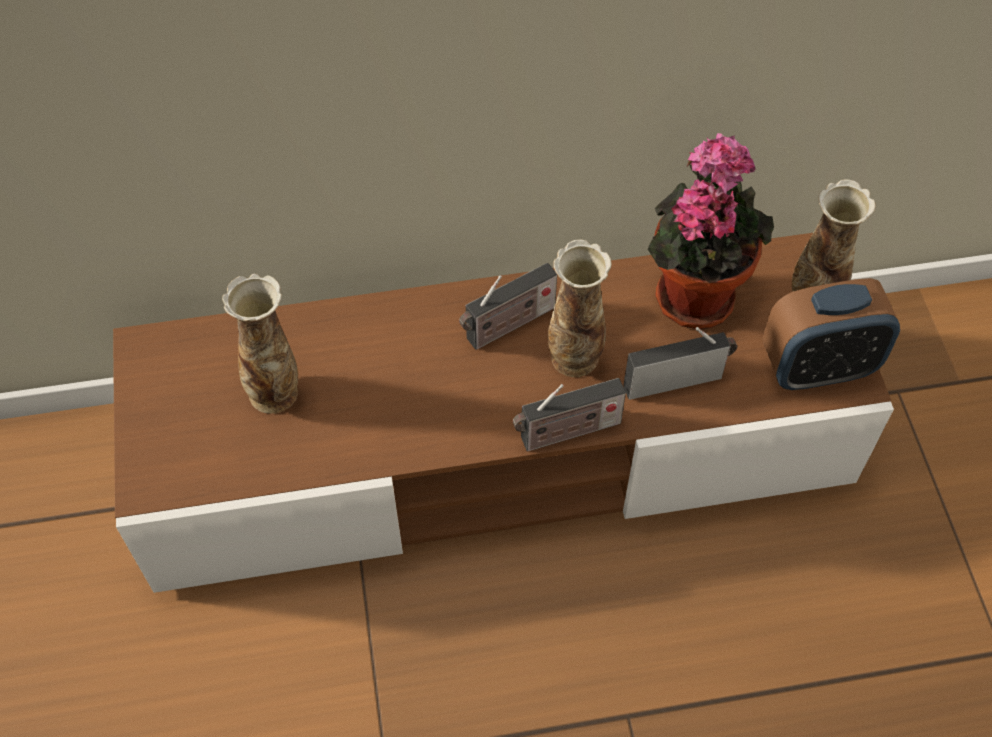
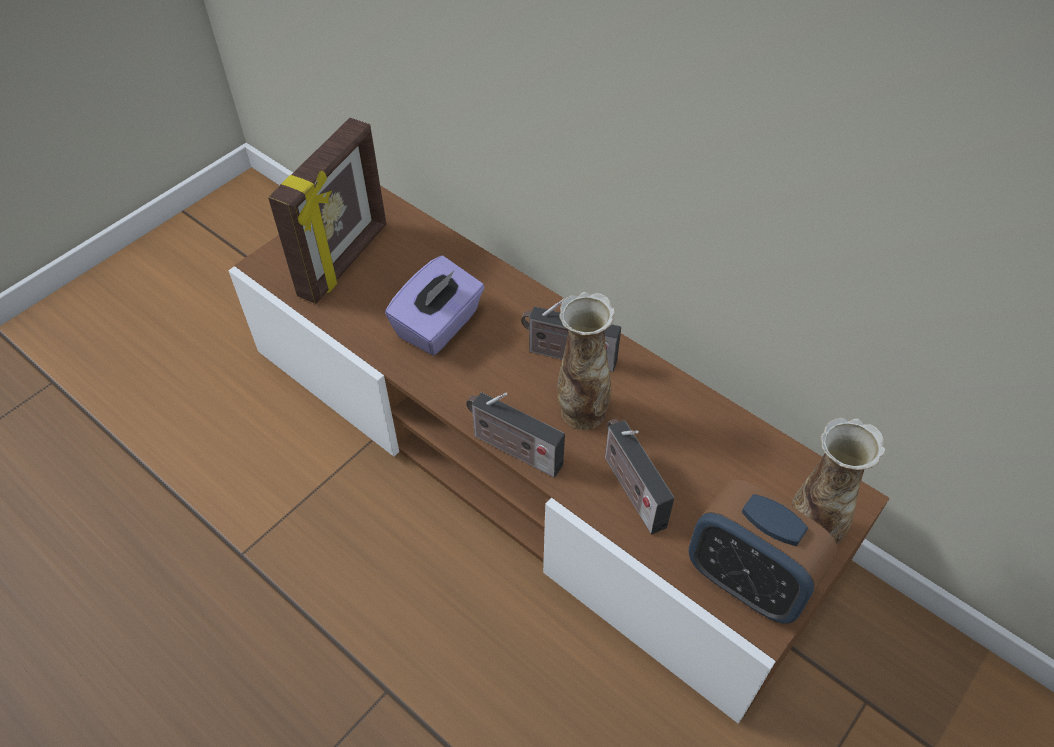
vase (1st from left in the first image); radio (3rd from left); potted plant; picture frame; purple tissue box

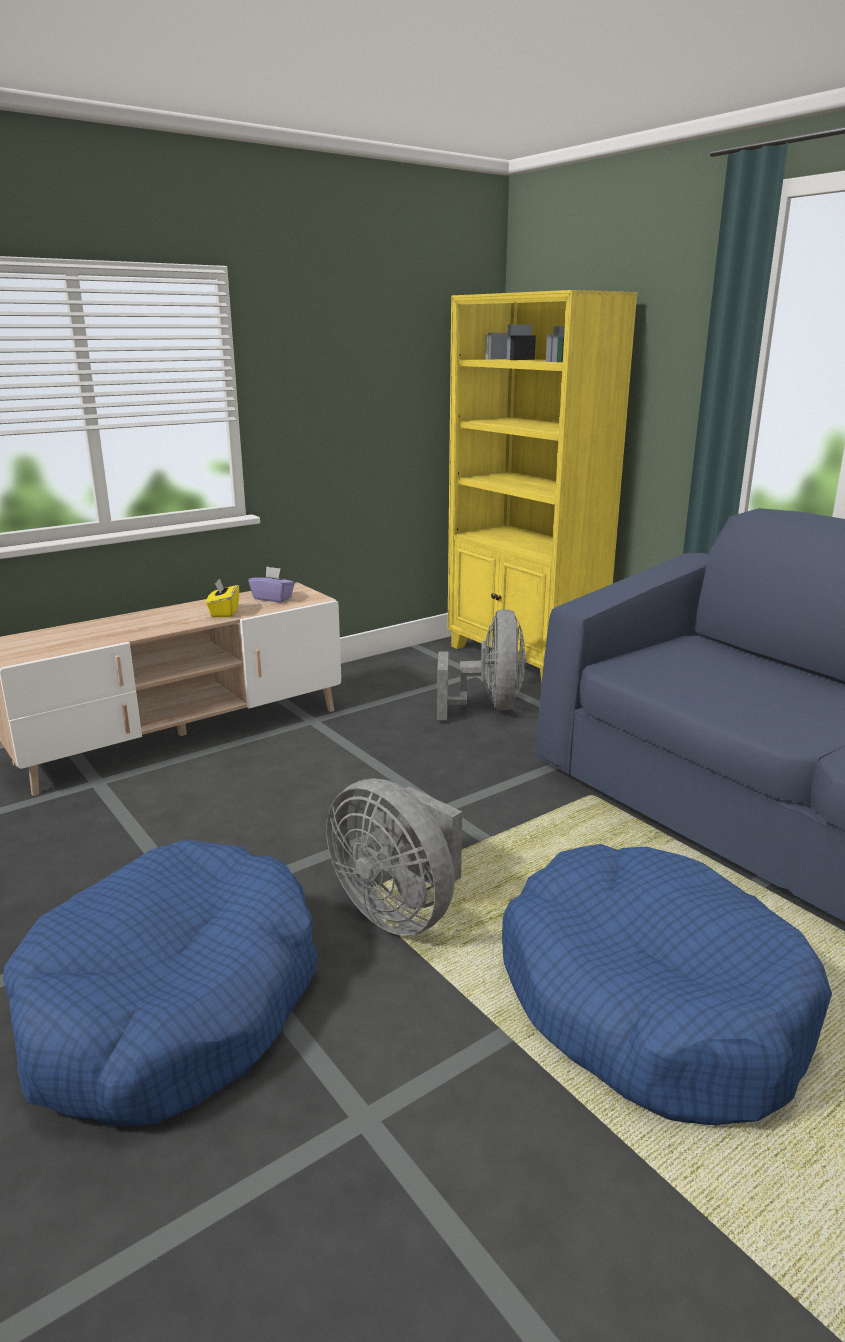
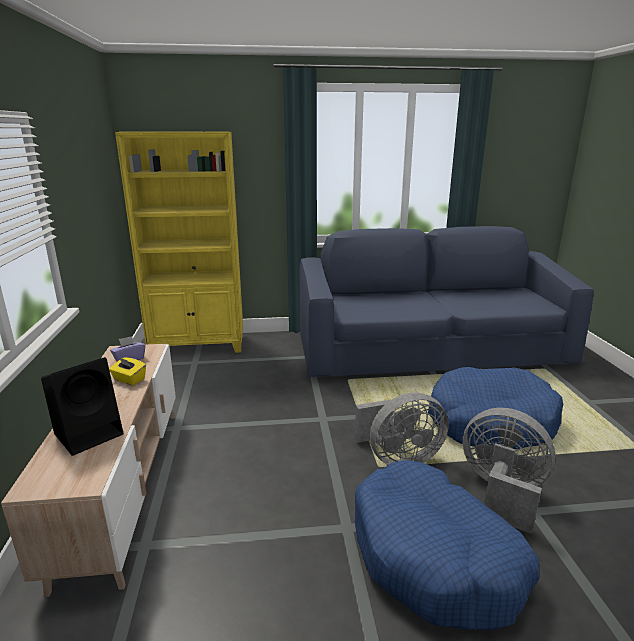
grey fan (2nd from left); black speaker

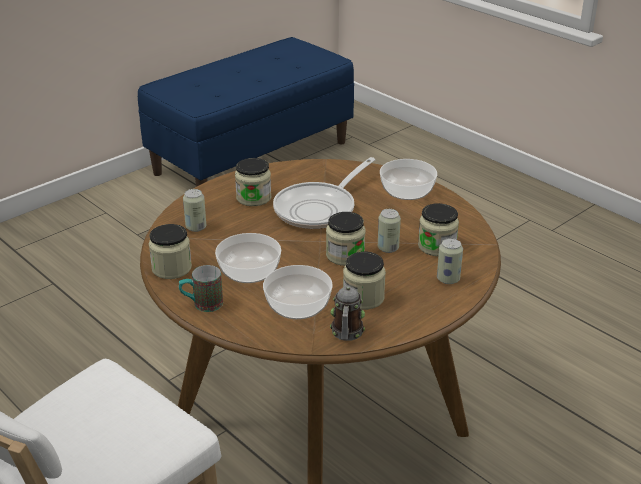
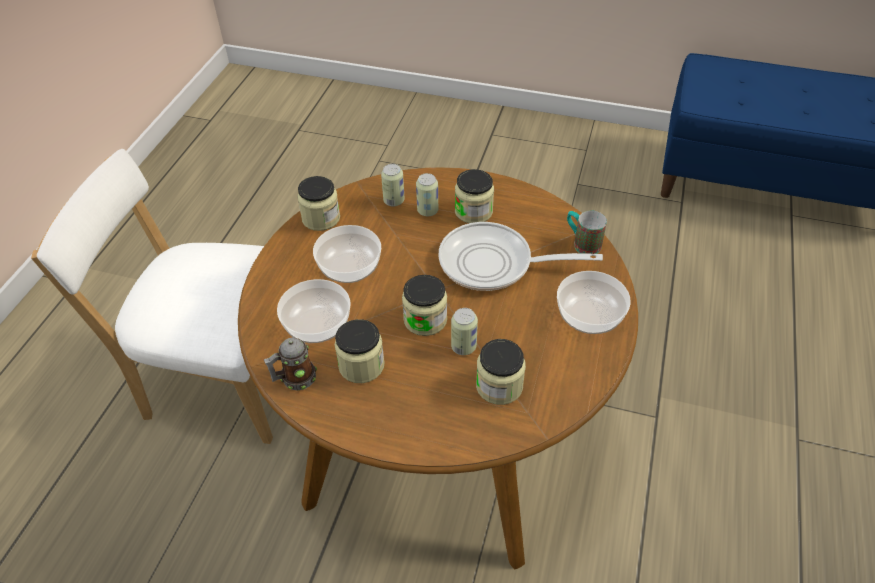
mug (2nd from left); can (2nd from left)

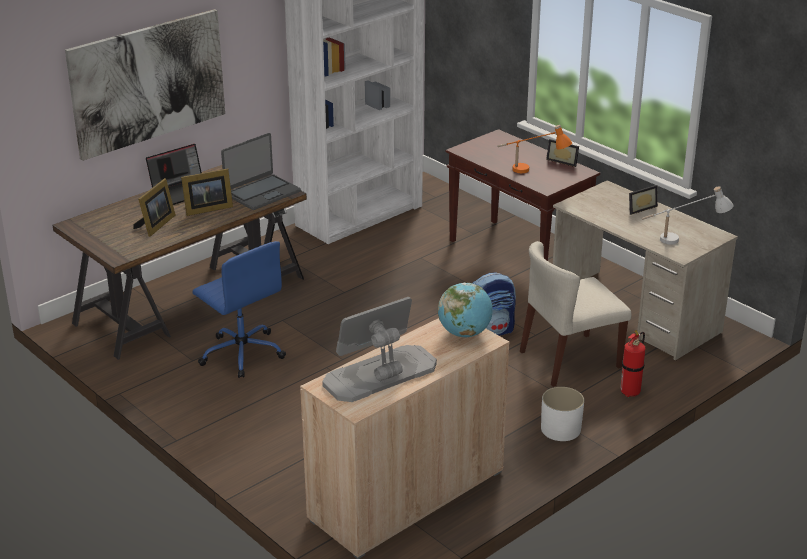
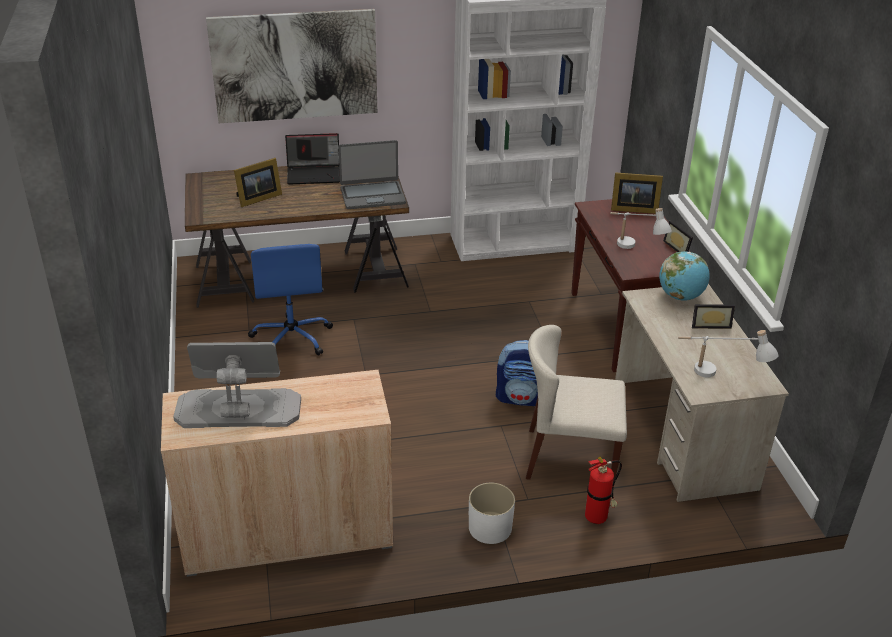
picture frame (2nd from left); globe; white table lamp (1st from left)

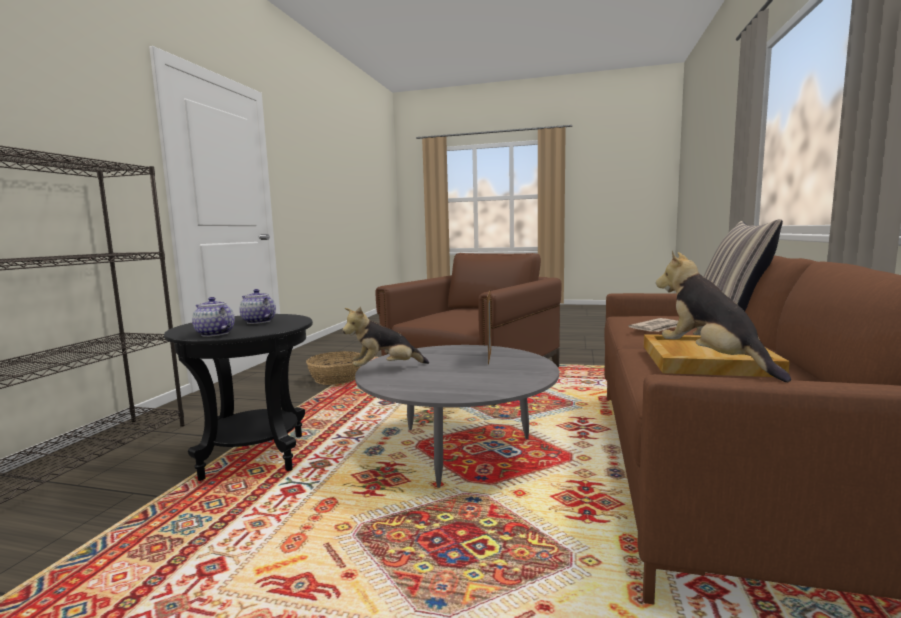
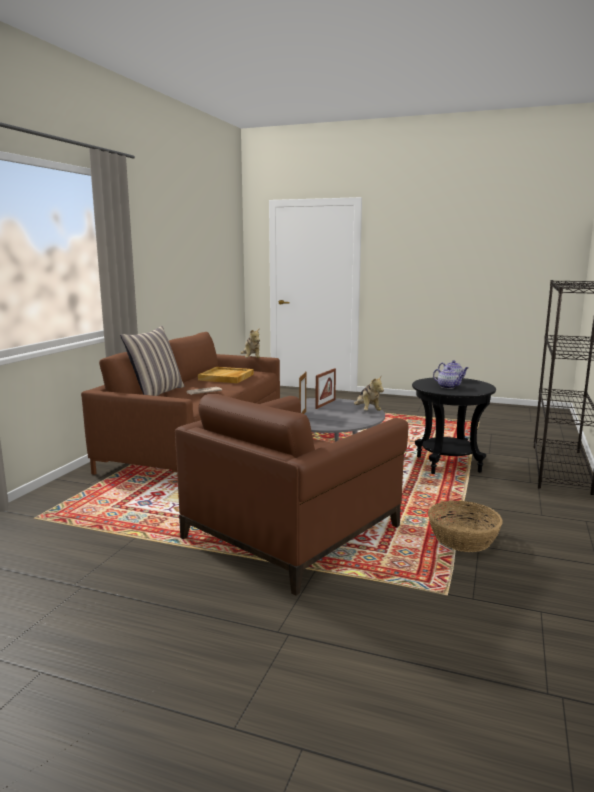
plush toy (2nd from left); picture frame (2nd from left)

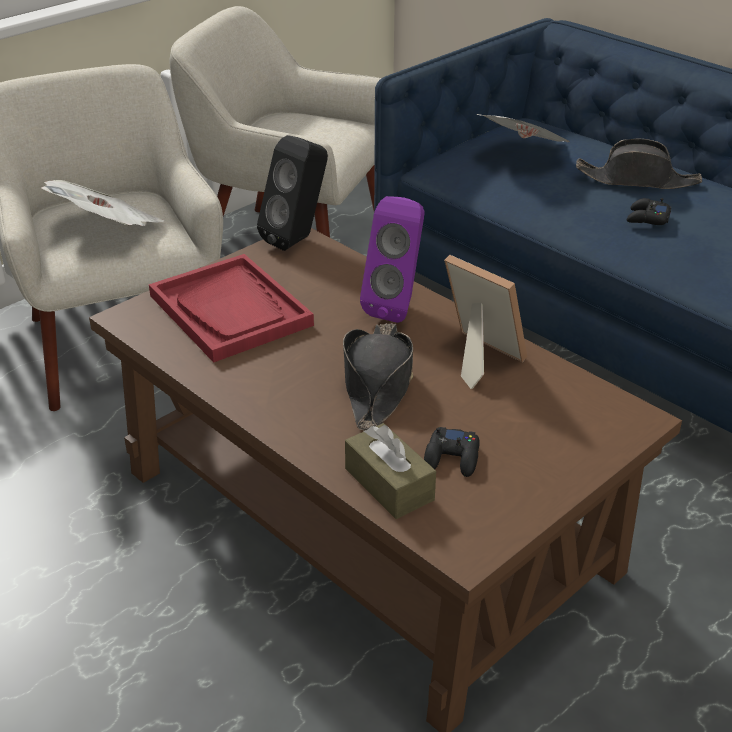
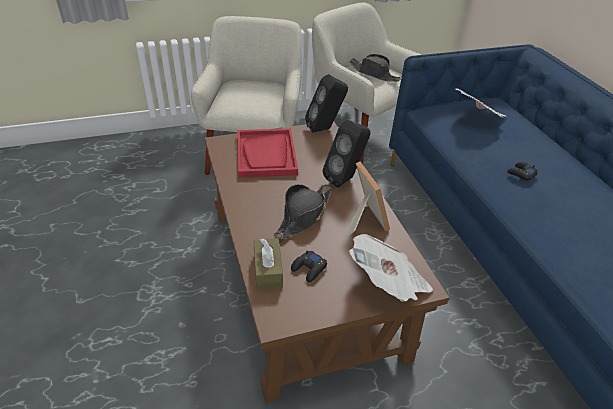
newspaper (1st from left); black speaker (2nd from left); black hat (2nd from left)

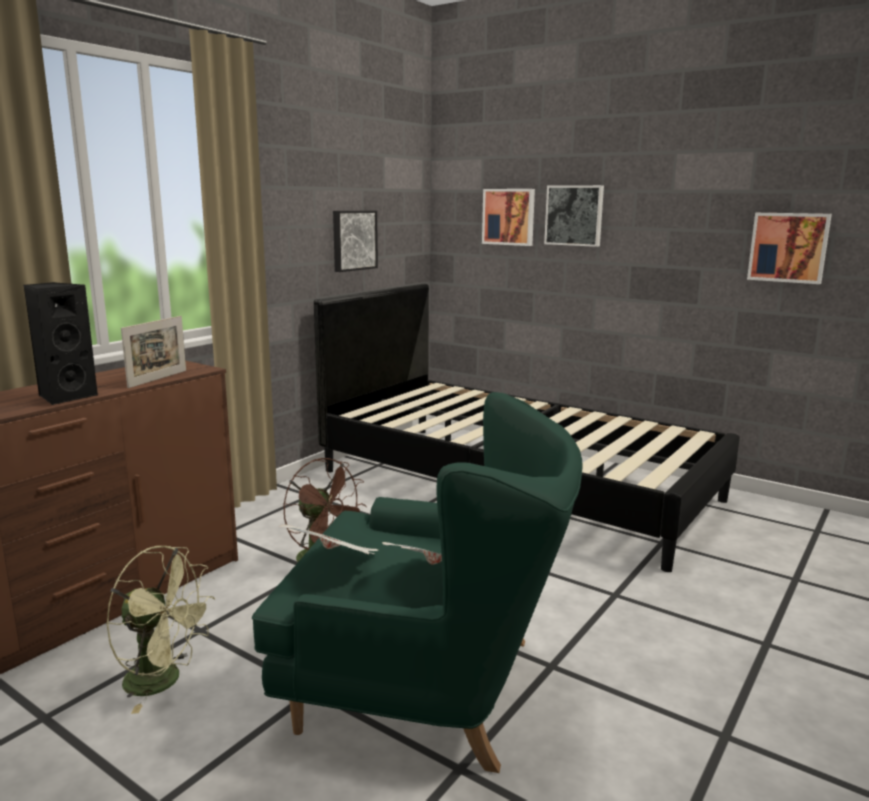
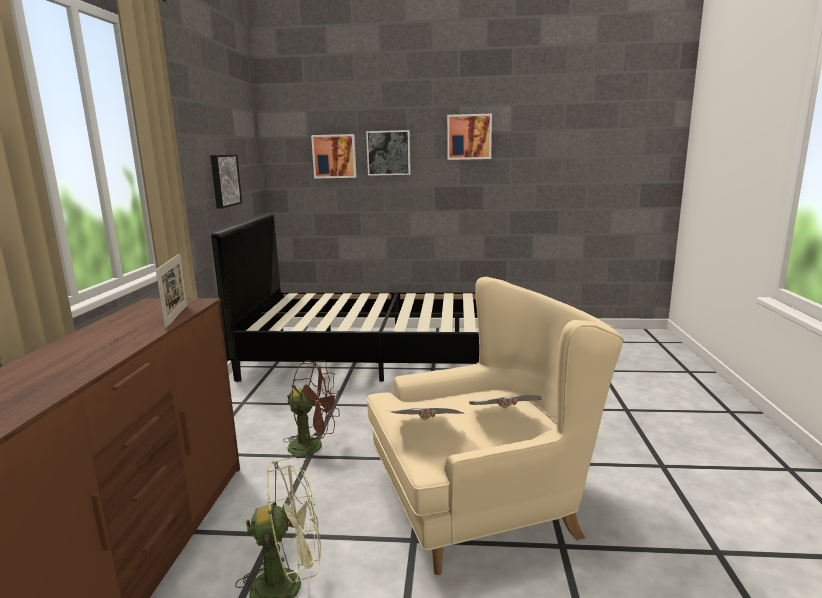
black speaker; beige armchair; picture (4th from left)

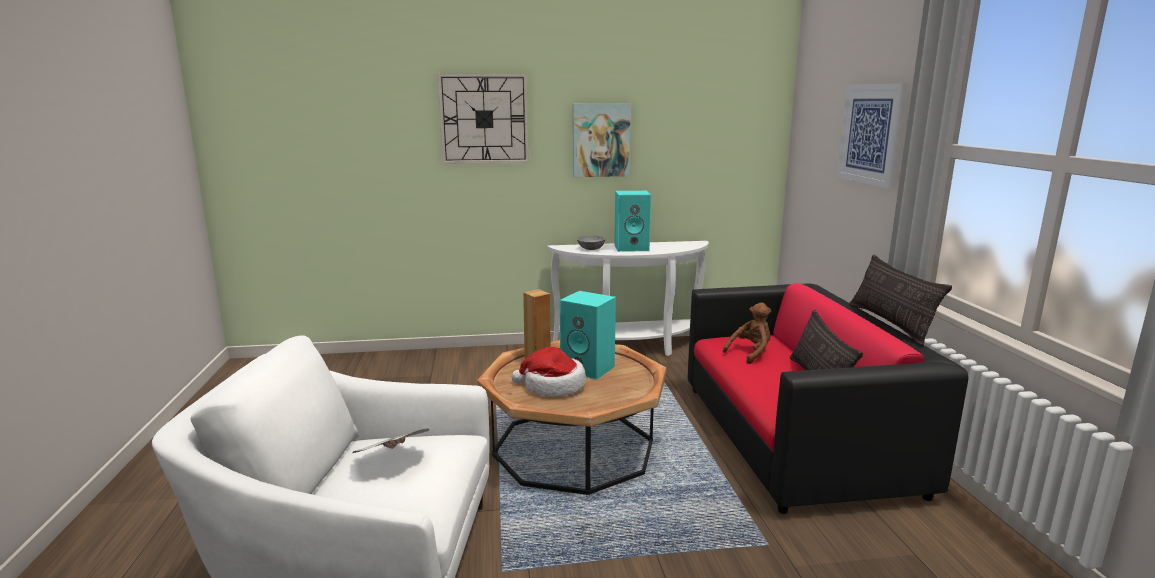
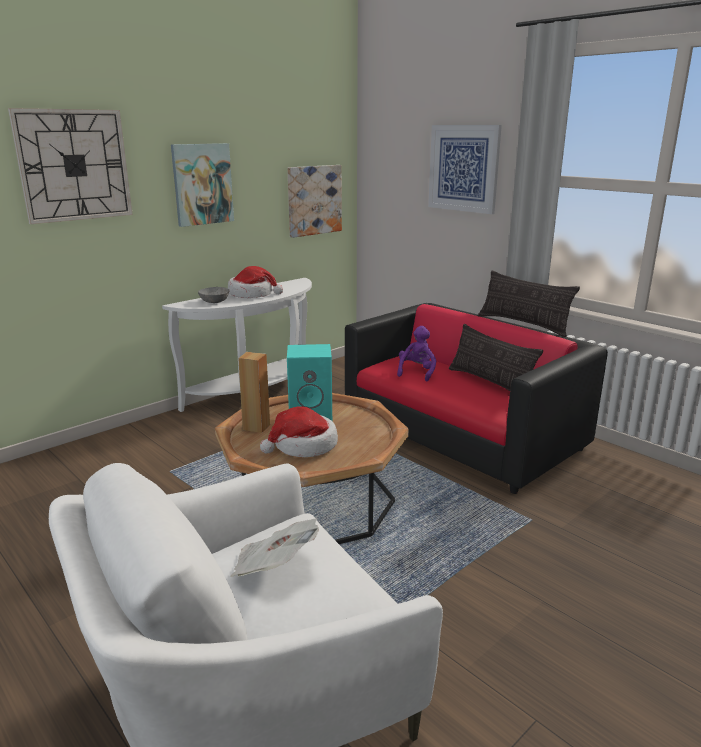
hat (1st from left); purple plush toy; picture (2nd from left)

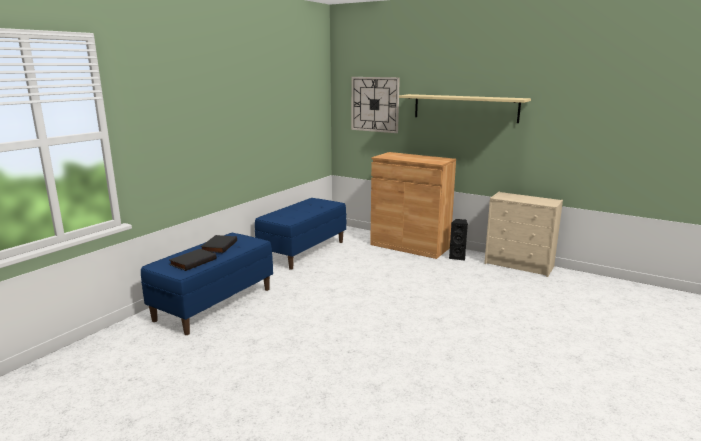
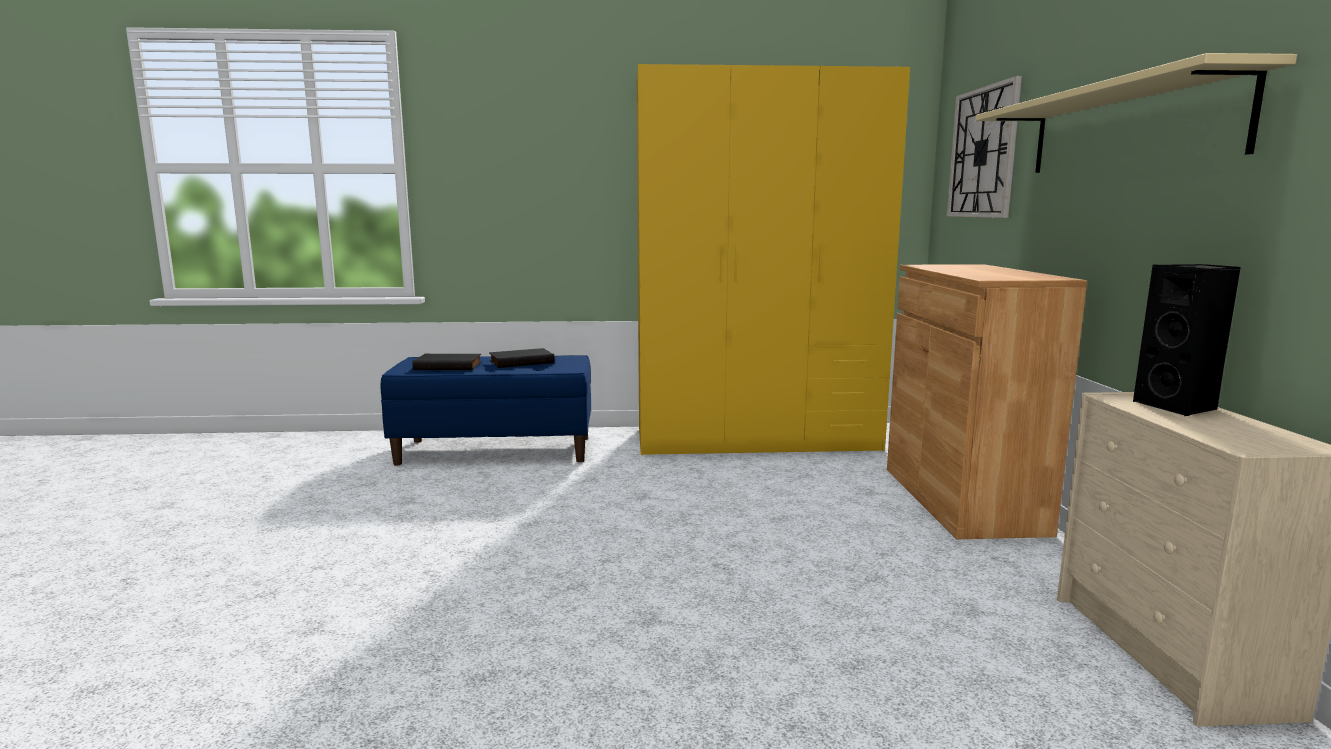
yellow wardrobe; black speaker

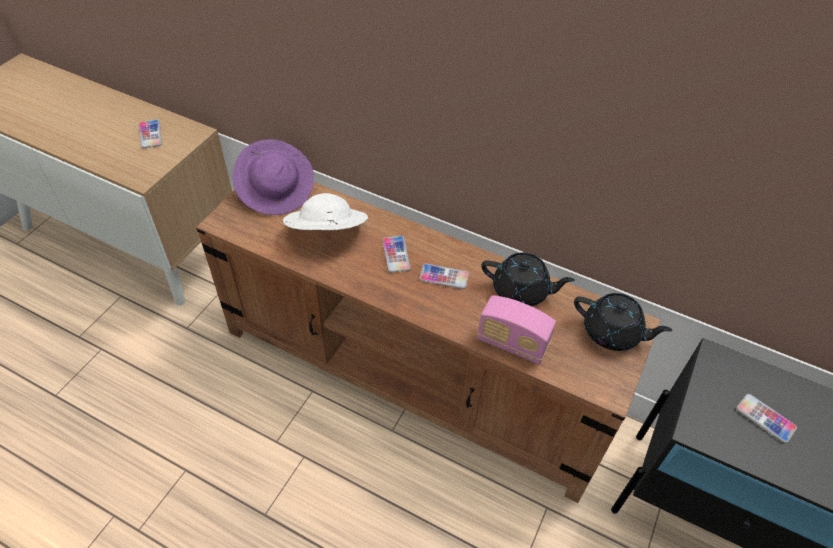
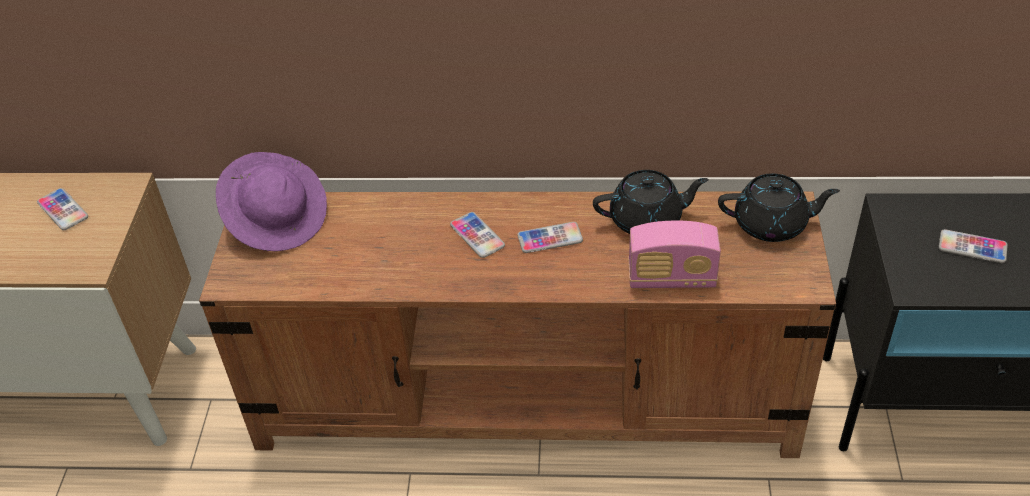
white hat

